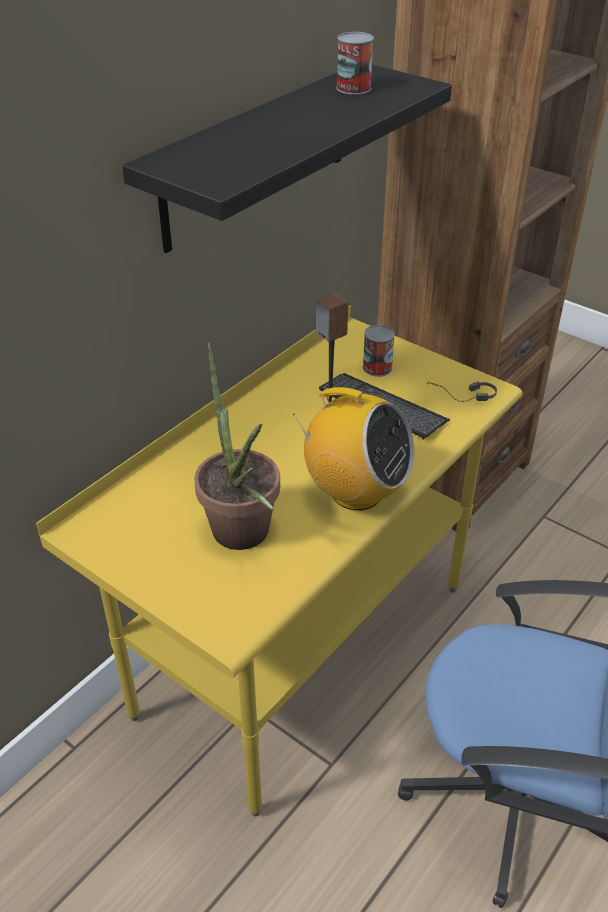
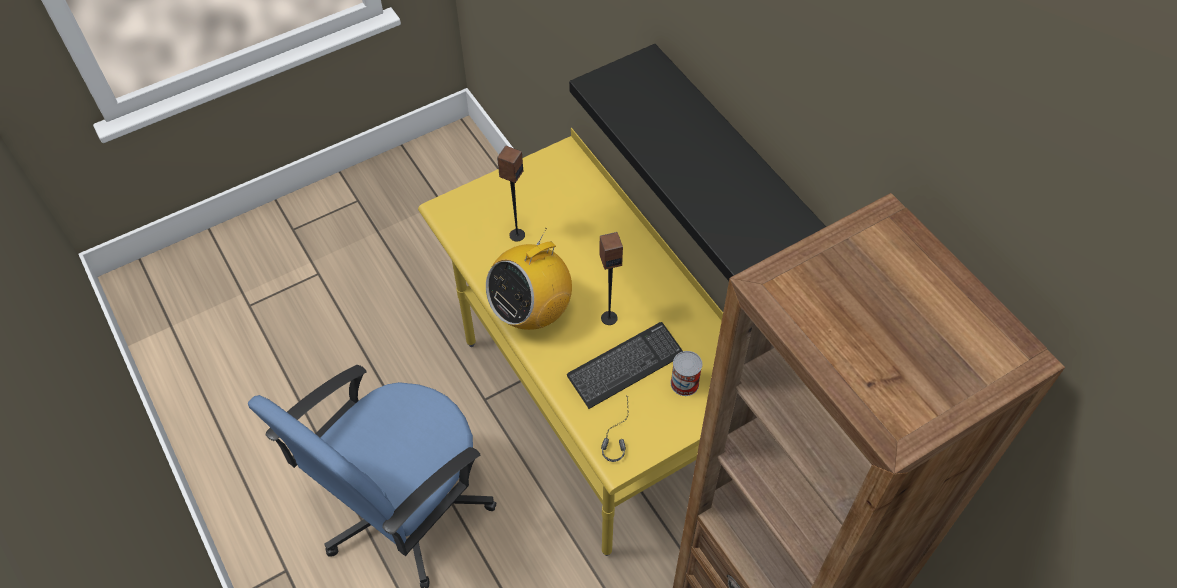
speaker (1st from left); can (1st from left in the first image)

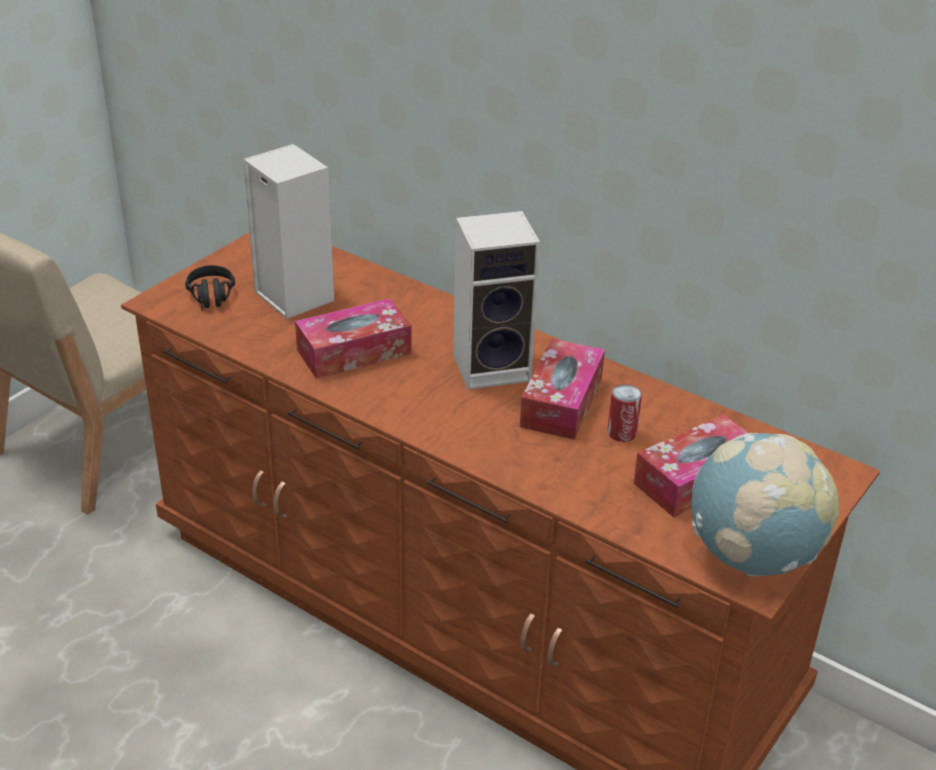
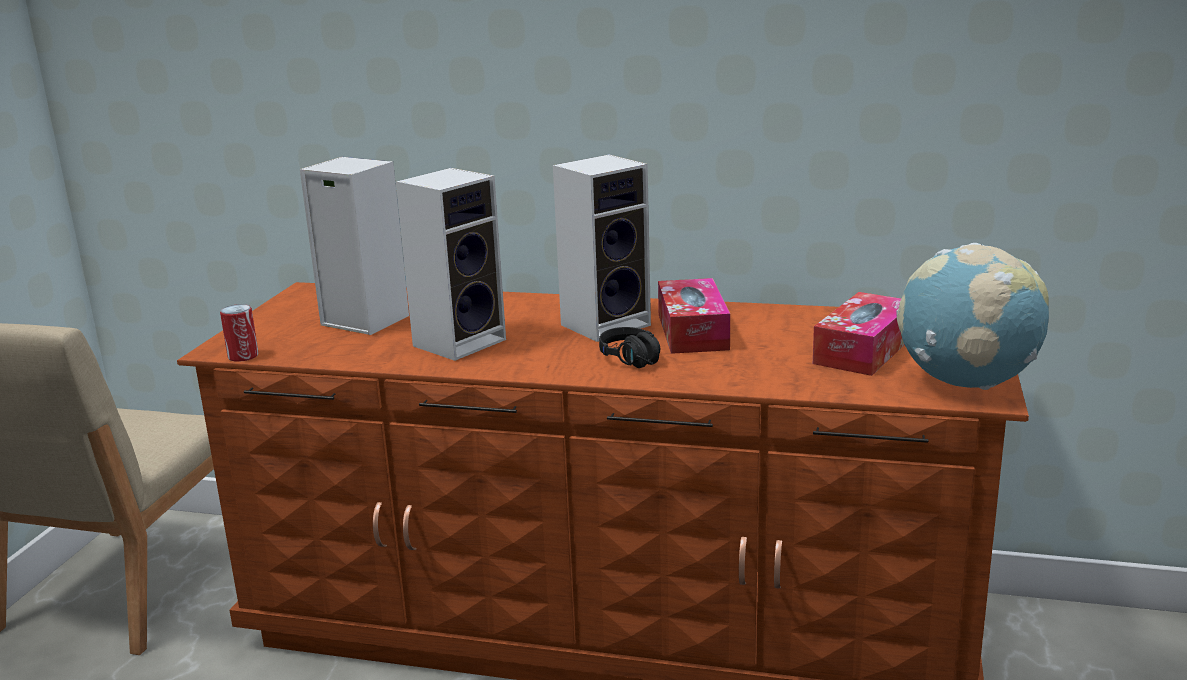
black headphones; speaker (2nd from left); can

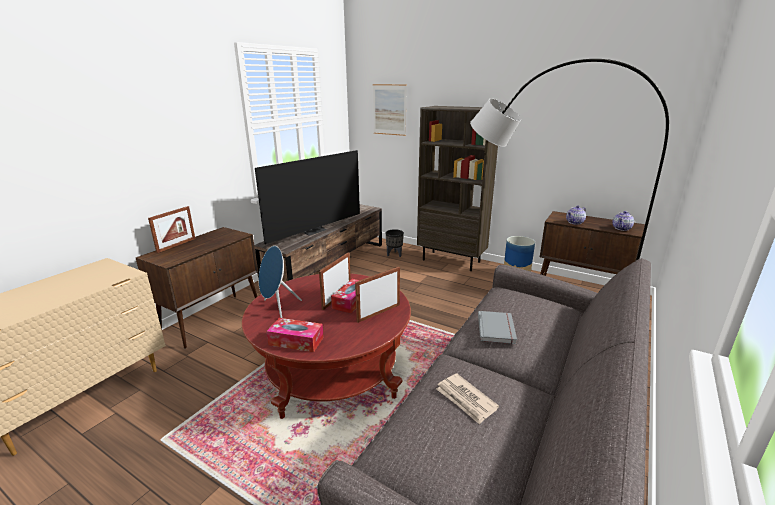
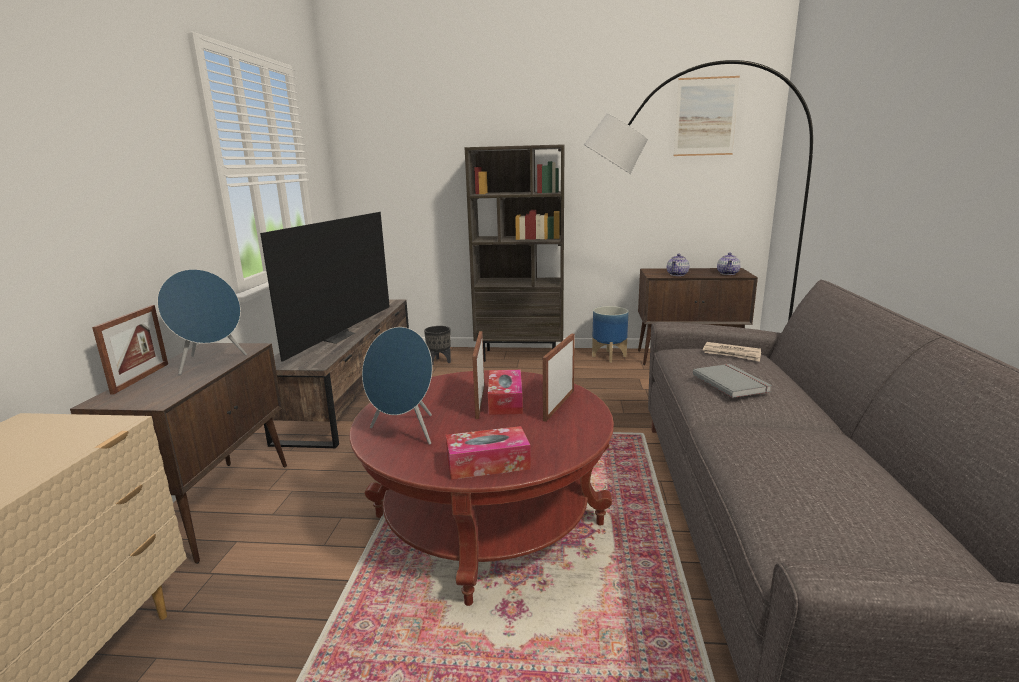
picture; newspaper; blue speaker (1st from left)

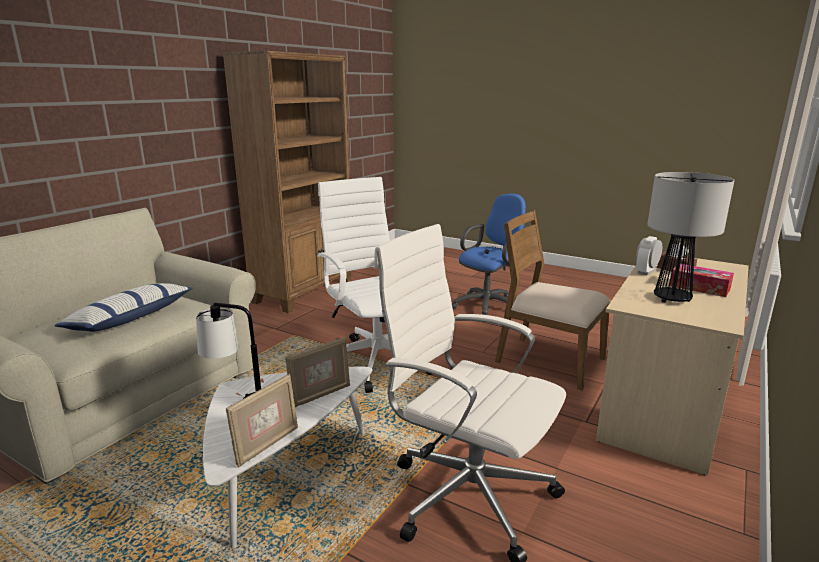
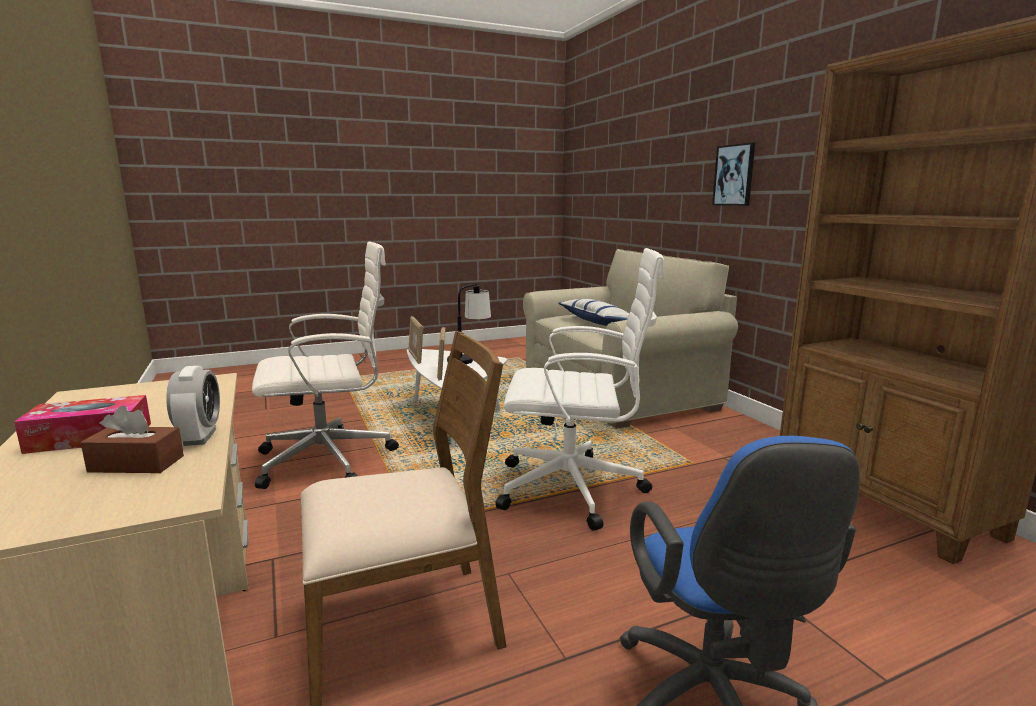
table lamp (2nd from left in the first image); picture

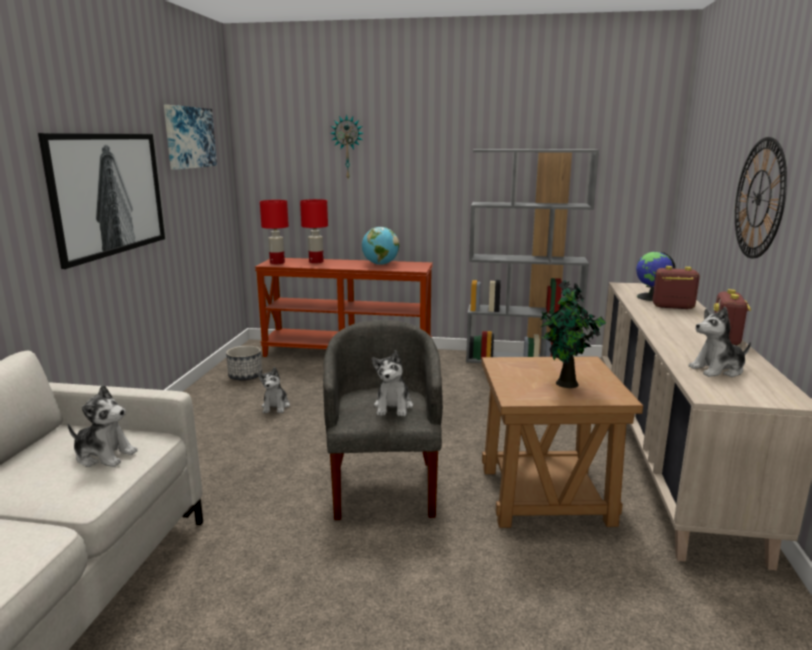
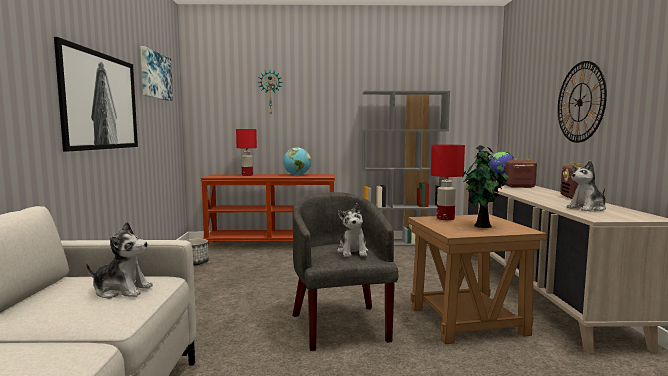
plush toy (2nd from left in the first image); red table lamp (2nd from left)

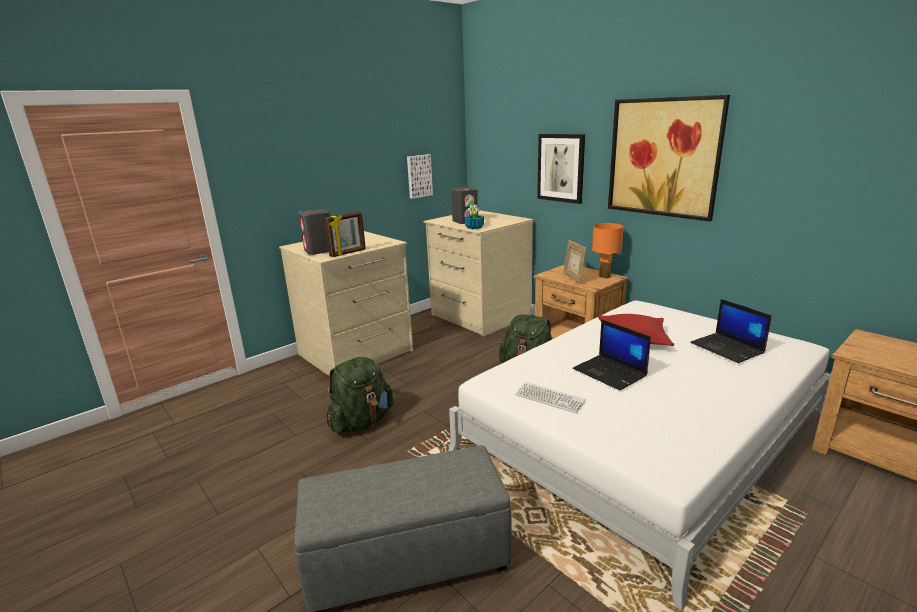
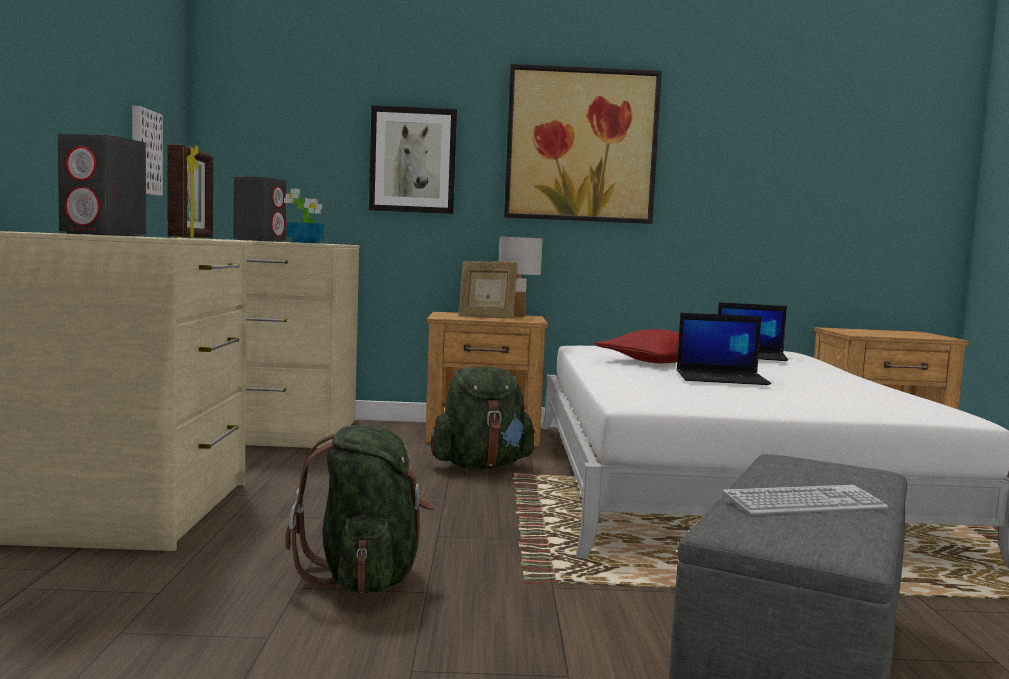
keyboard; white table lamp

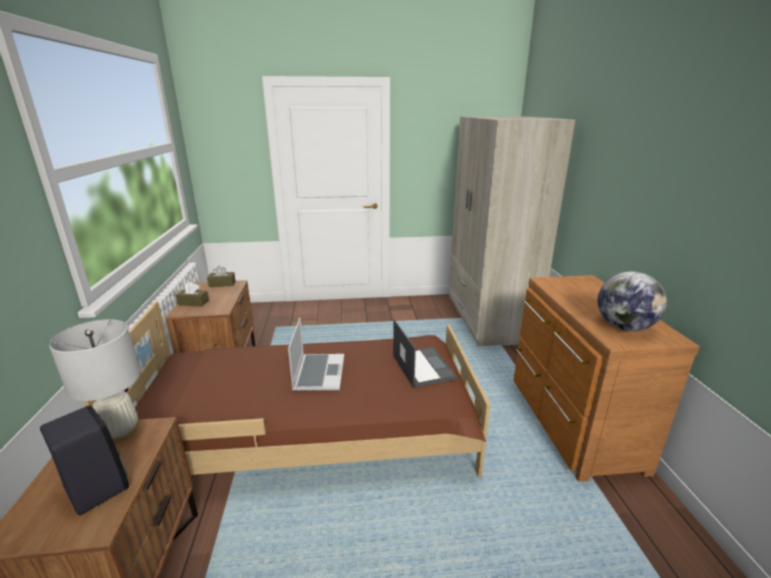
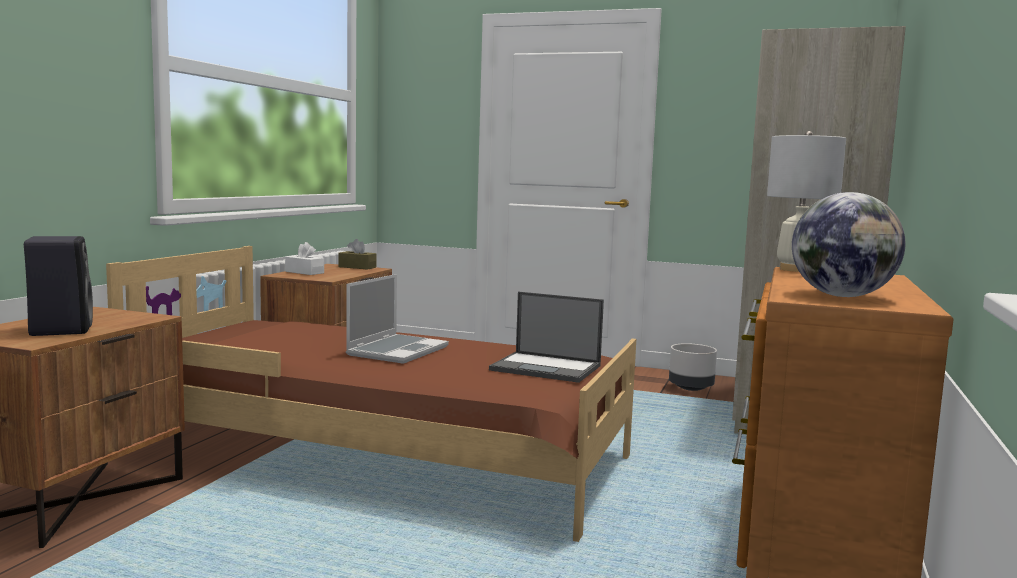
white table lamp; white tissue box; laptop (2nd from left); grey planter

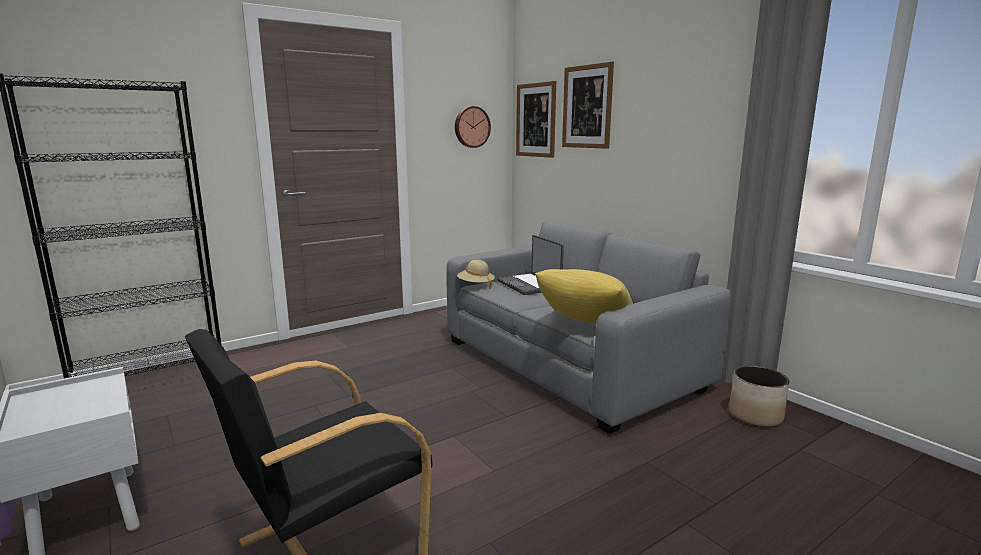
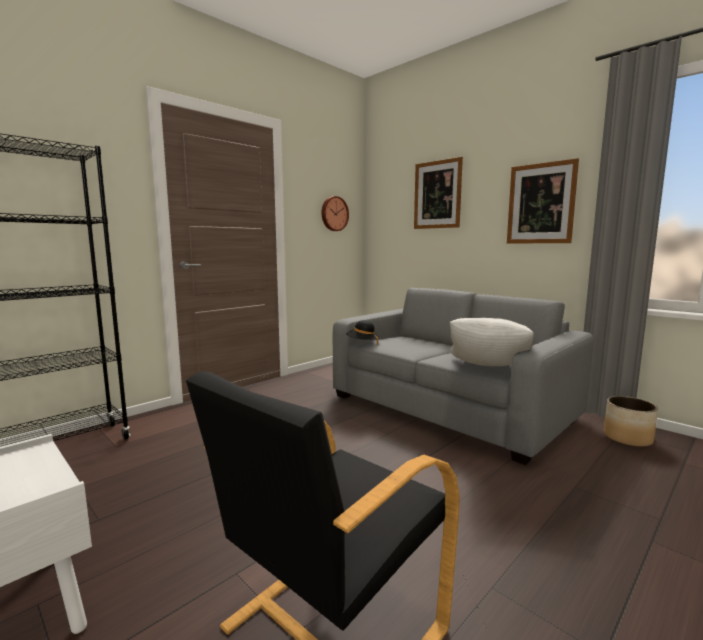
black hat; laptop; picture (2nd from left); white pillow

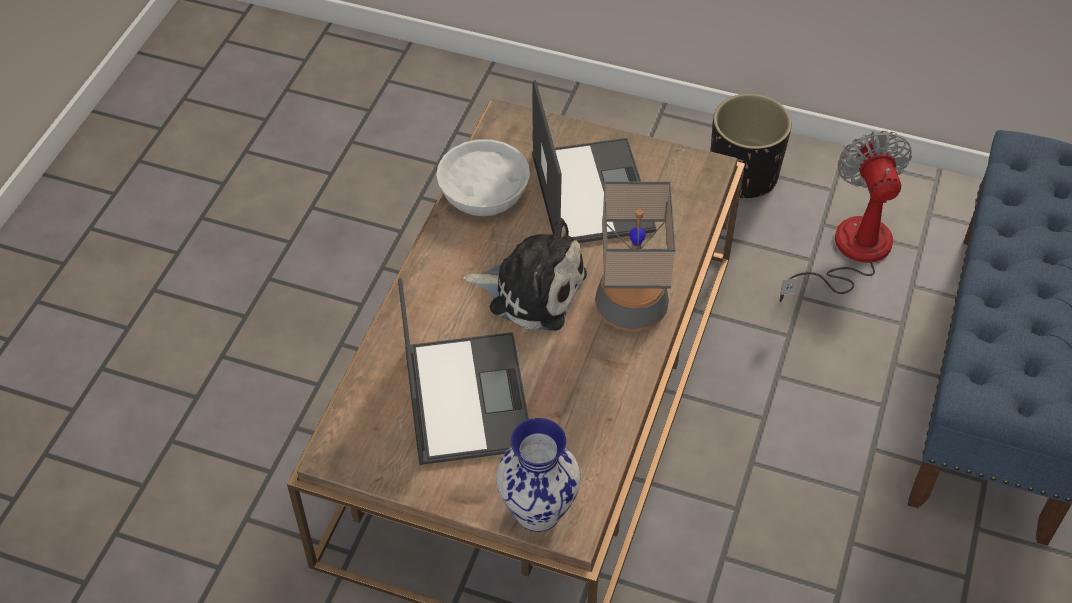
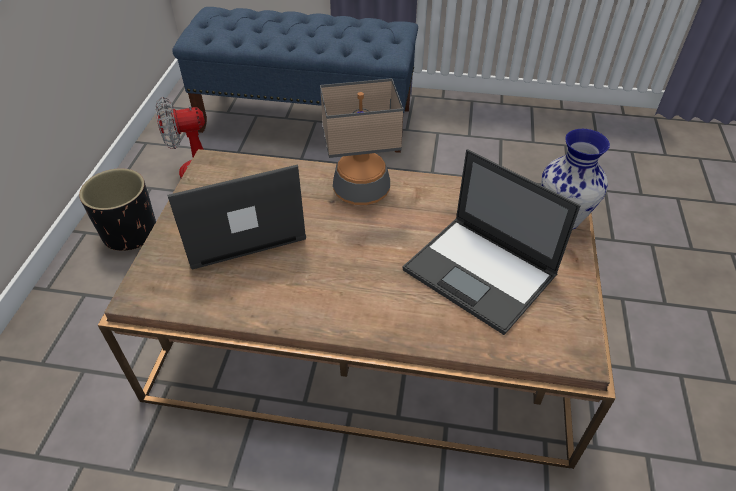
laptop (2nd from left); white bowl; plush toy

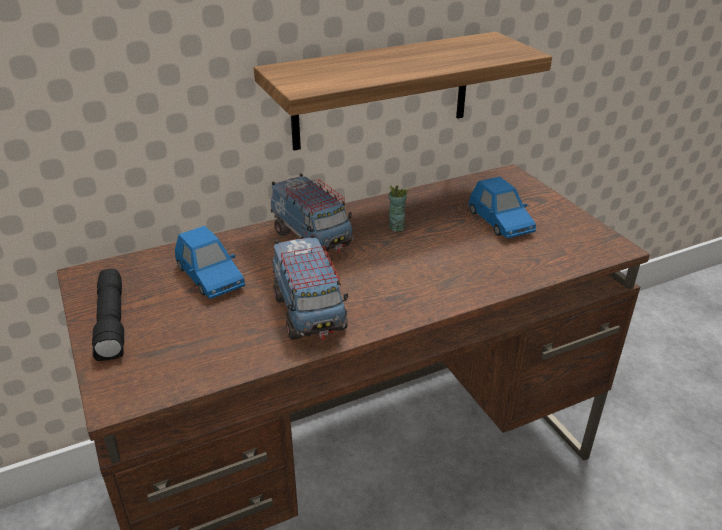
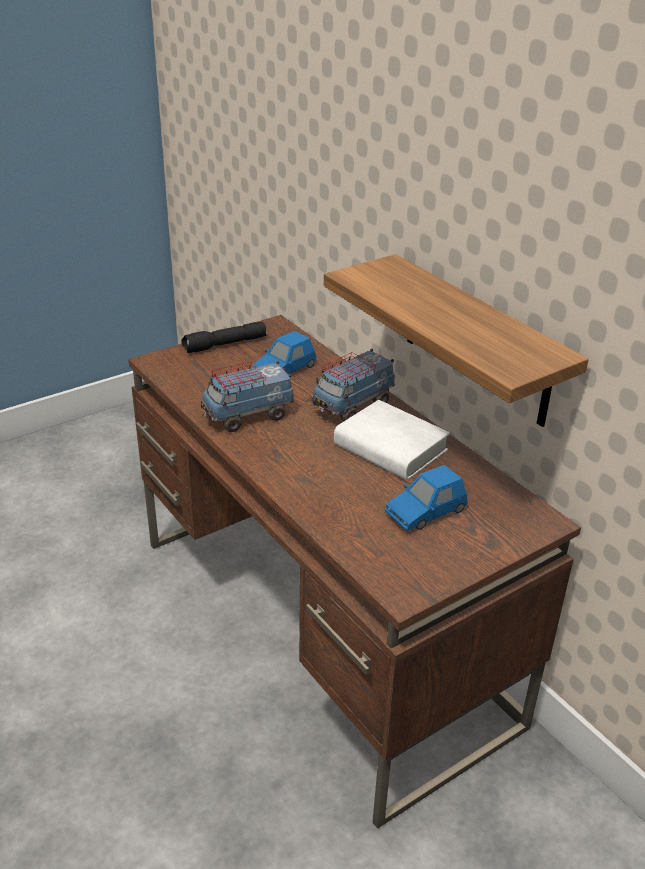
white book

